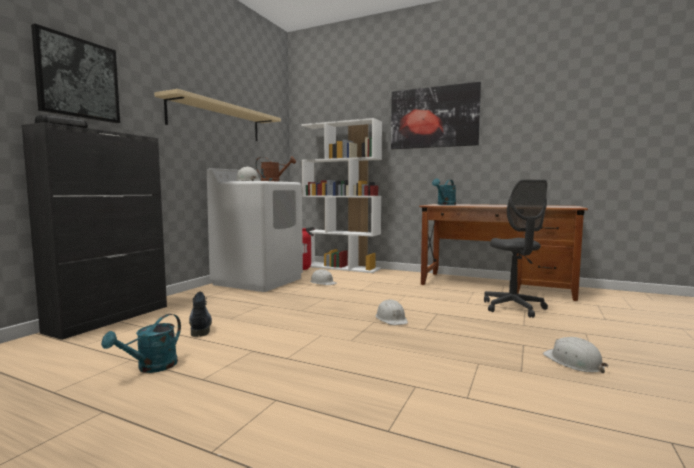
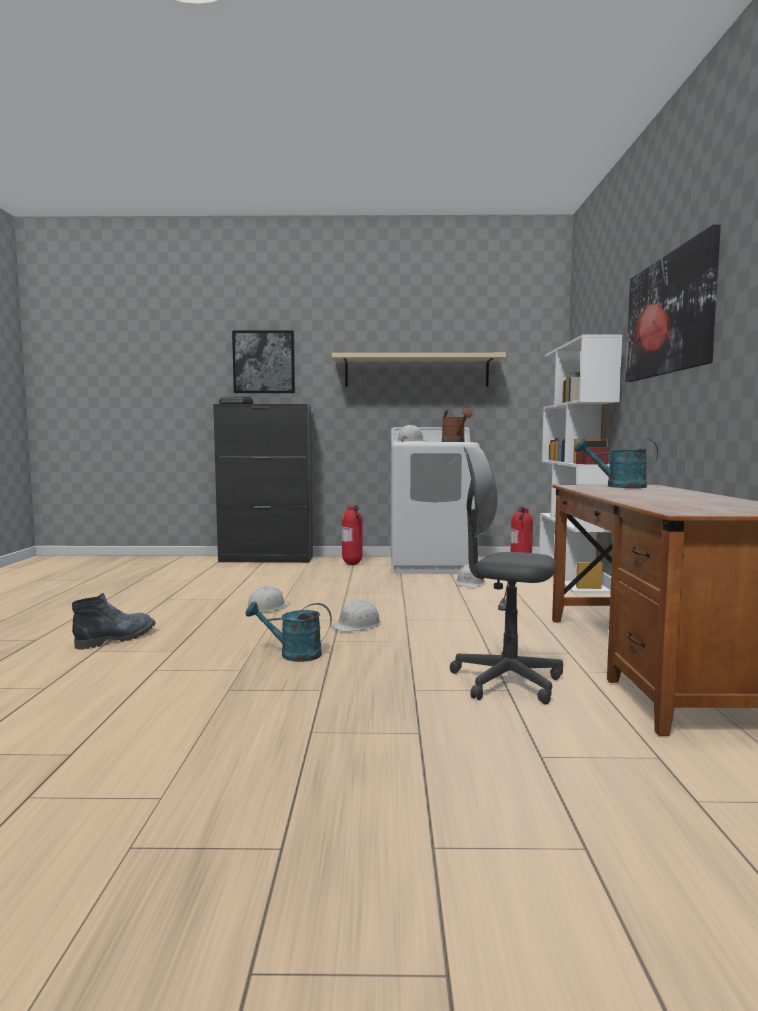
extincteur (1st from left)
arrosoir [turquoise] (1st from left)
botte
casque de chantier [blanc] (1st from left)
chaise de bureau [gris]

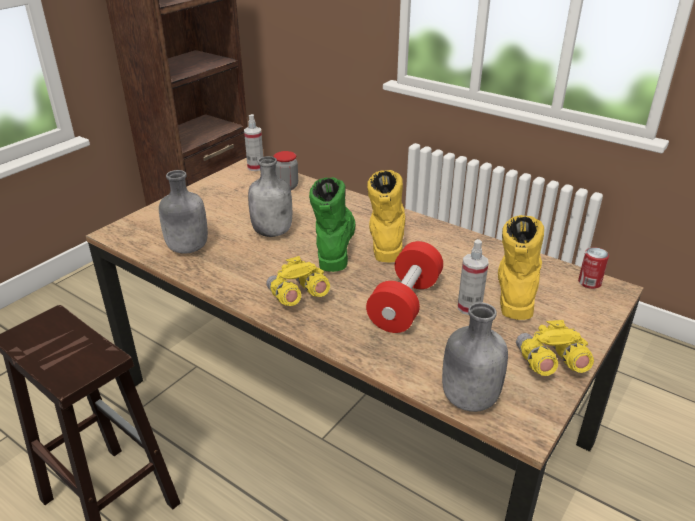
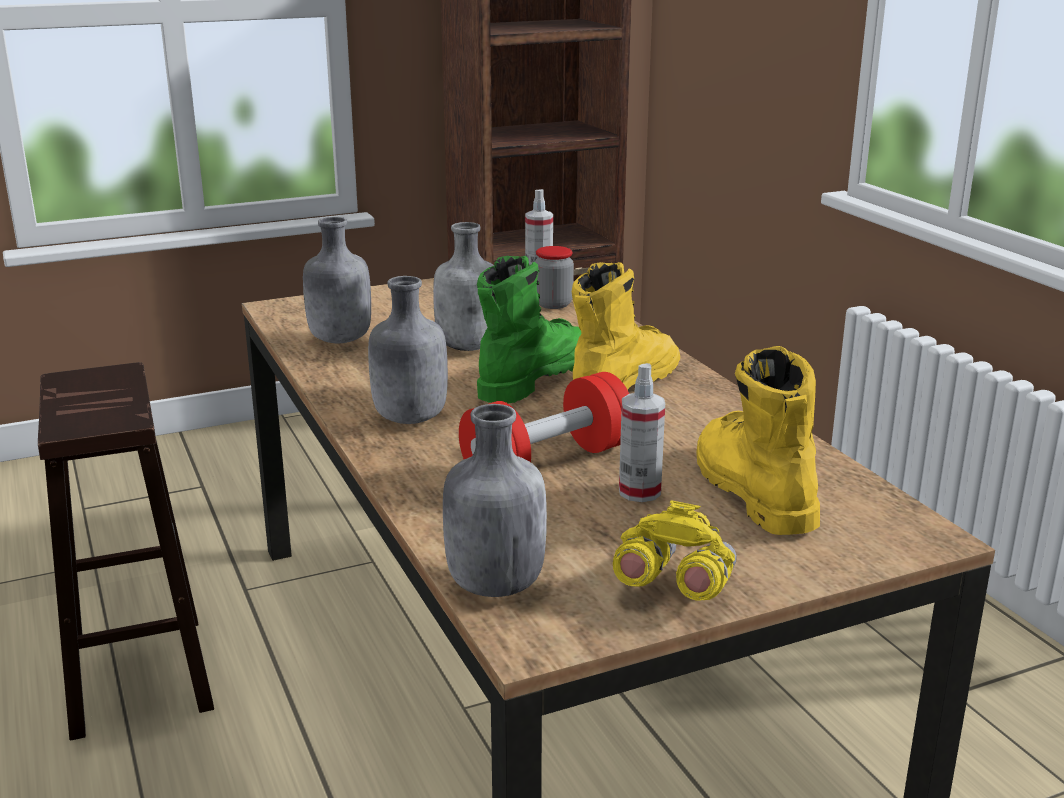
boîte métallique
bouteille [gris] (2nd from left)
botte [jaune] (2nd from left)

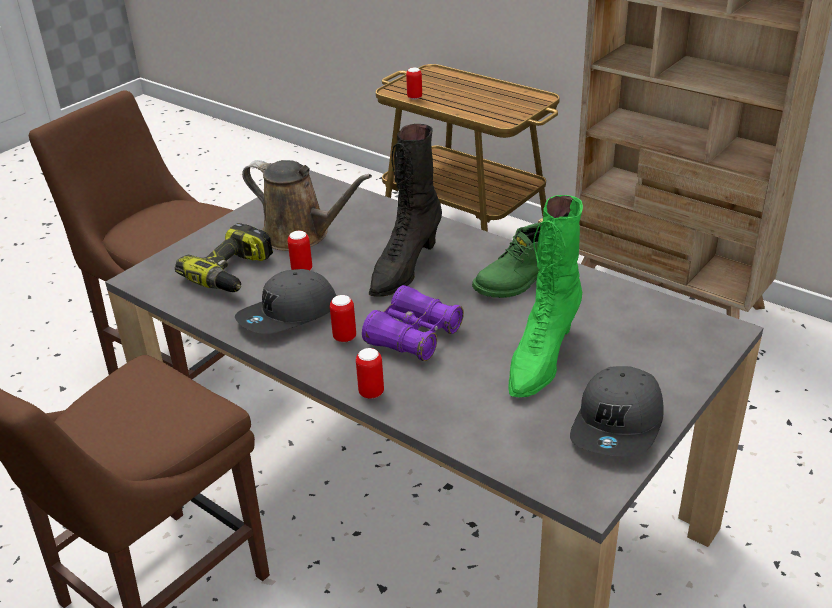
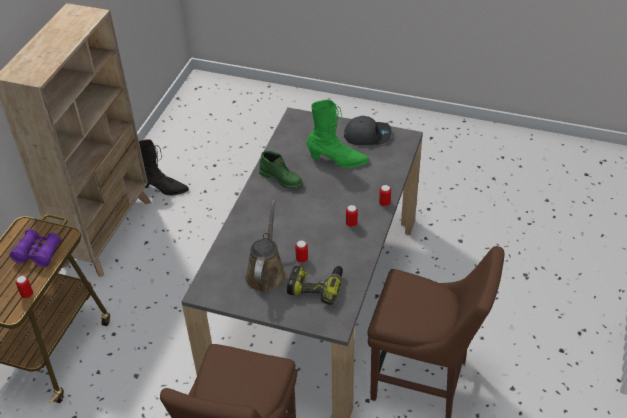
casquette [gris] (1st from left in the first image)
jumelles [violet]
botte [noir]

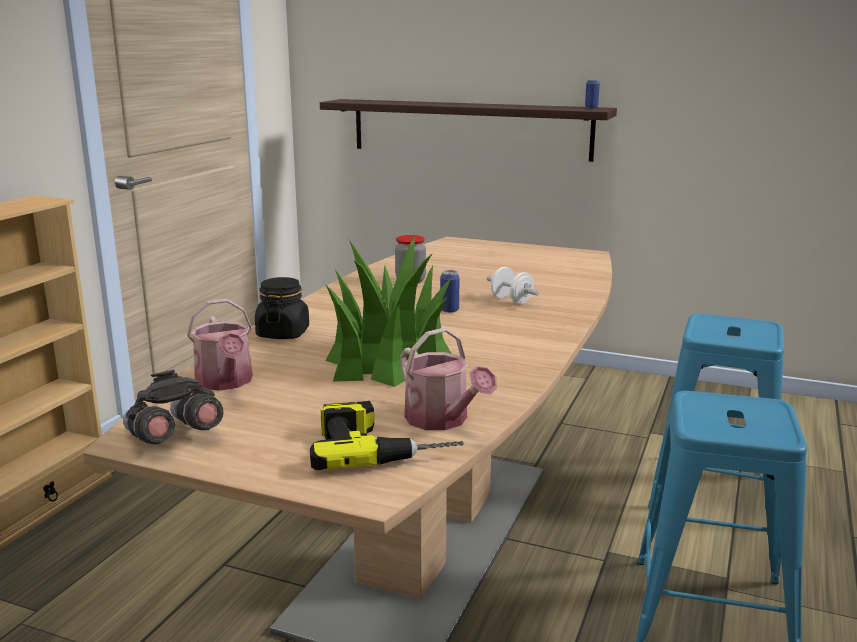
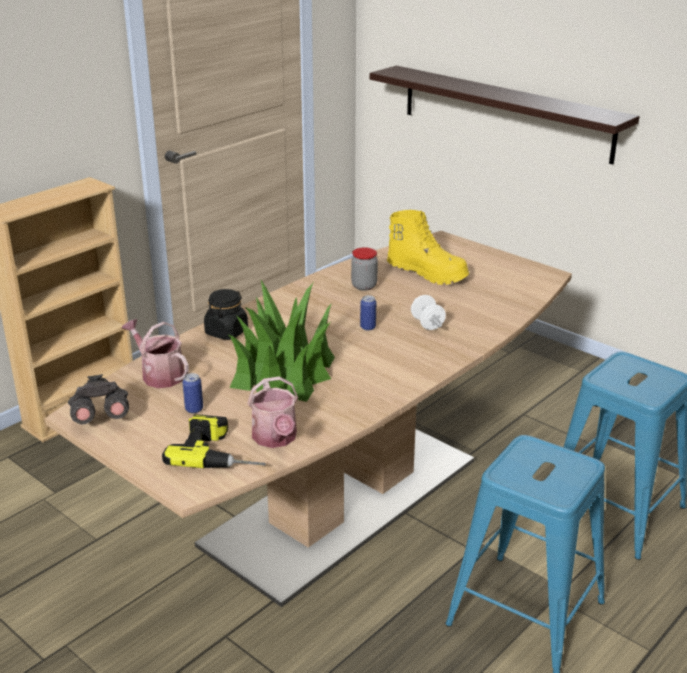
botte [jaune]
boîte métallique (1st from left)
arrosoir (1st from left)

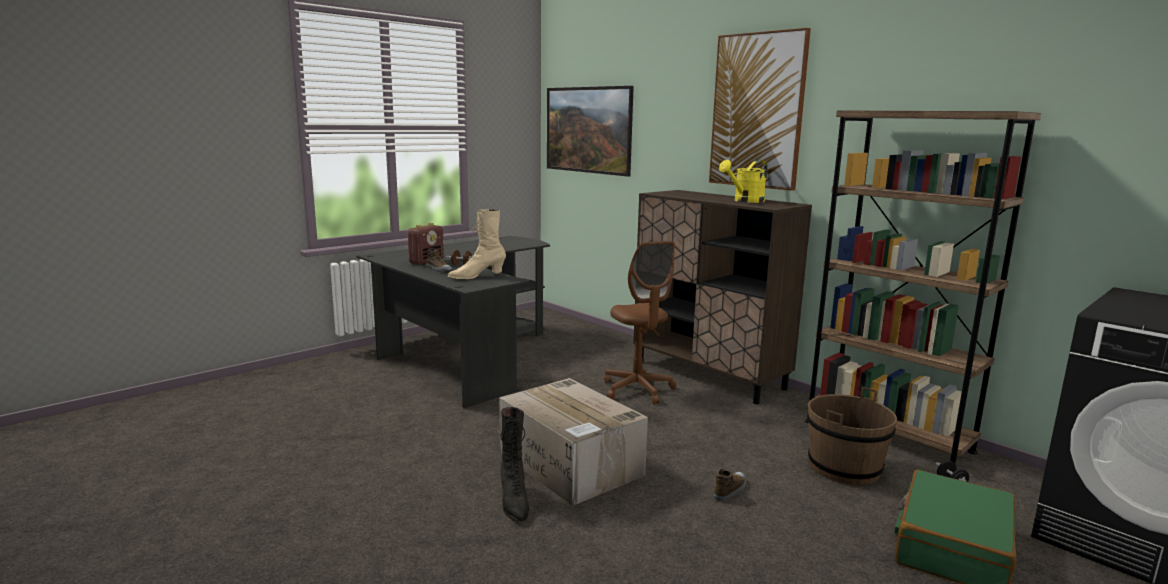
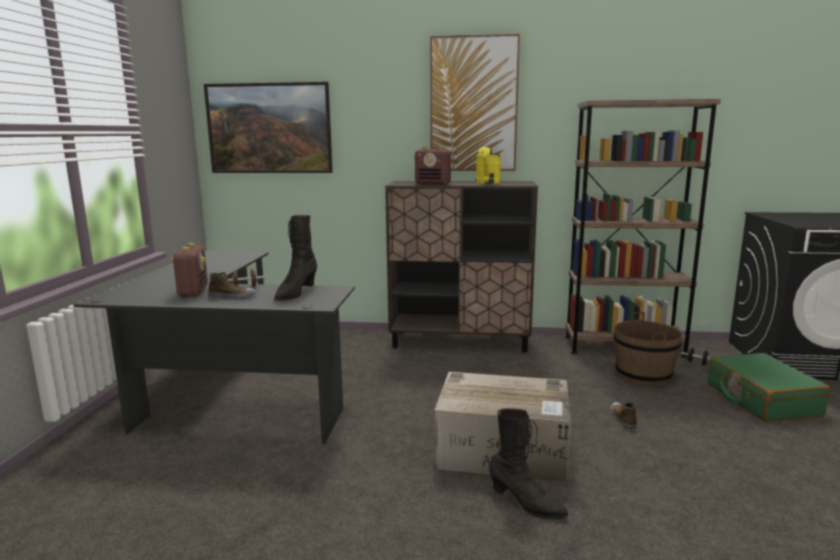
chaise de bureau [marron]
radio (2nd from left)
botte [noir] (1st from left)

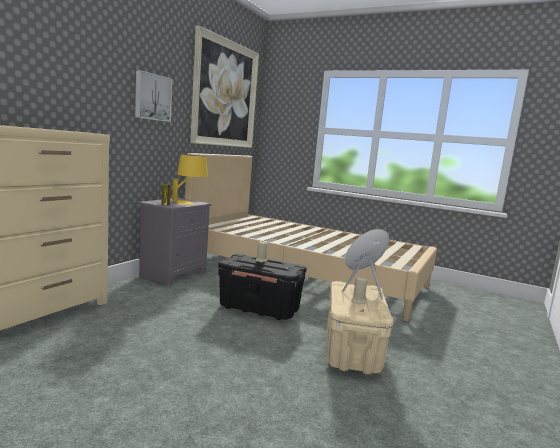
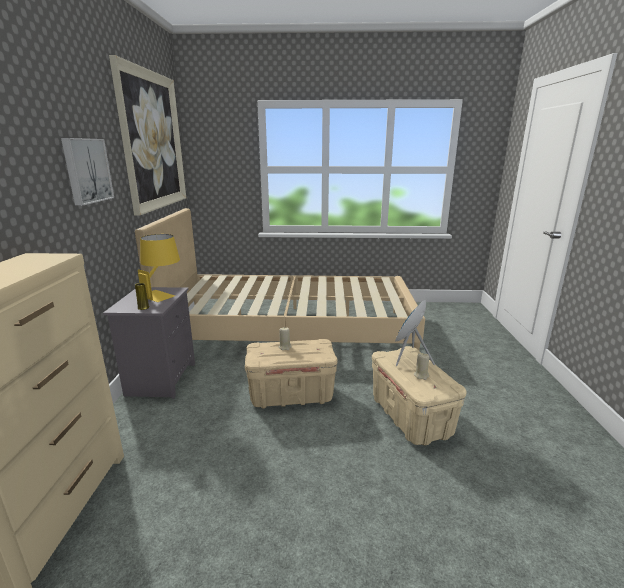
boîte de rangement [beige] (1st from left)

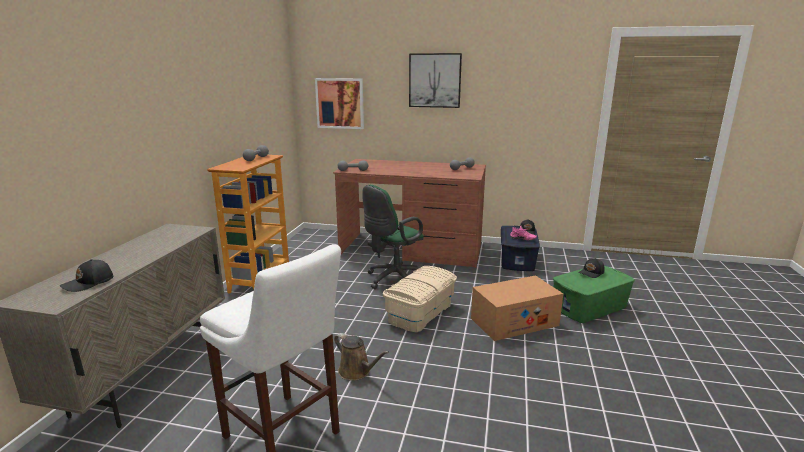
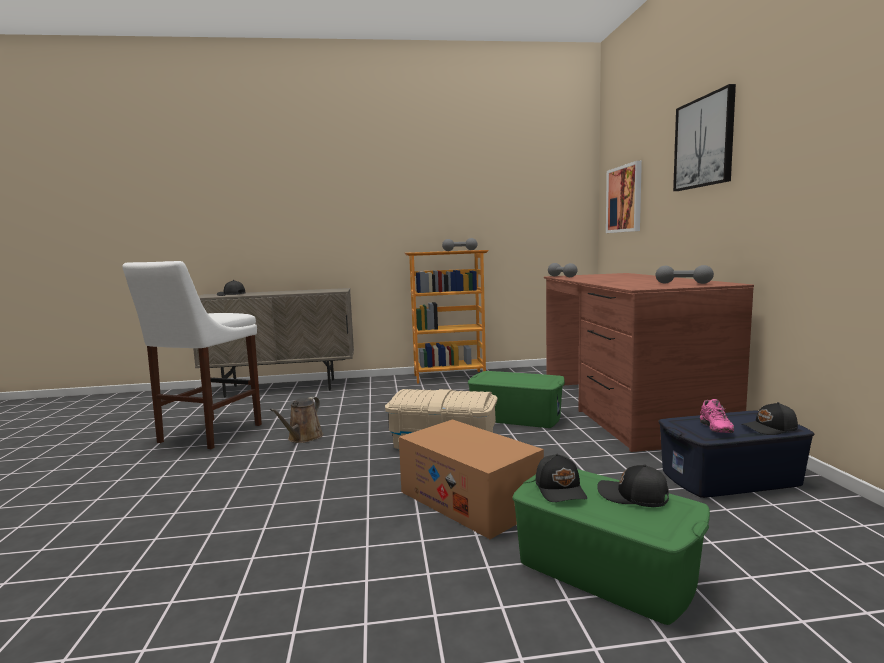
casquette [noir] (2nd from left)
boîte de rangement [vert] (1st from left)

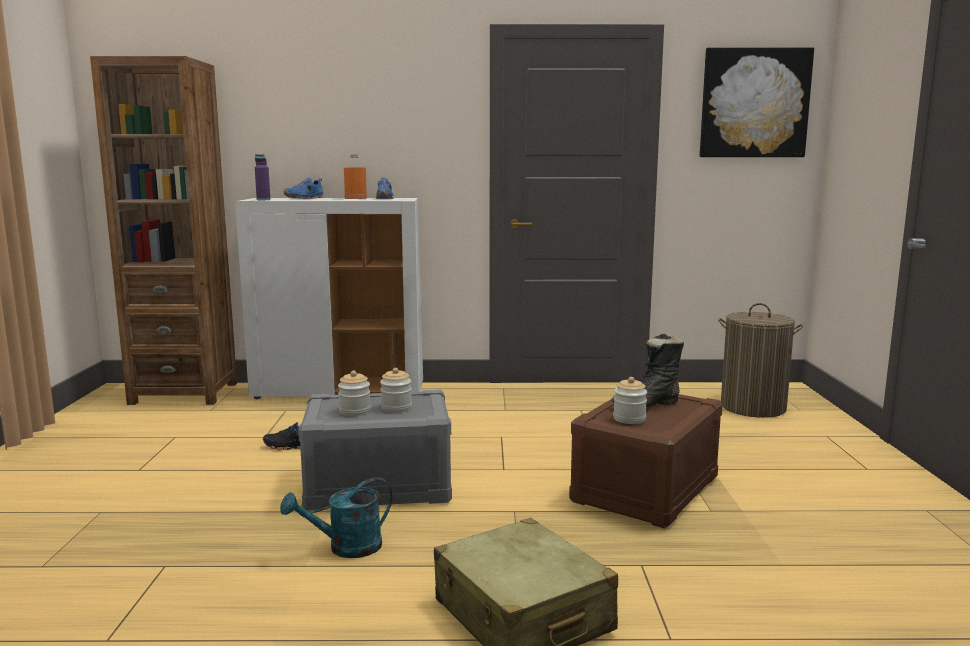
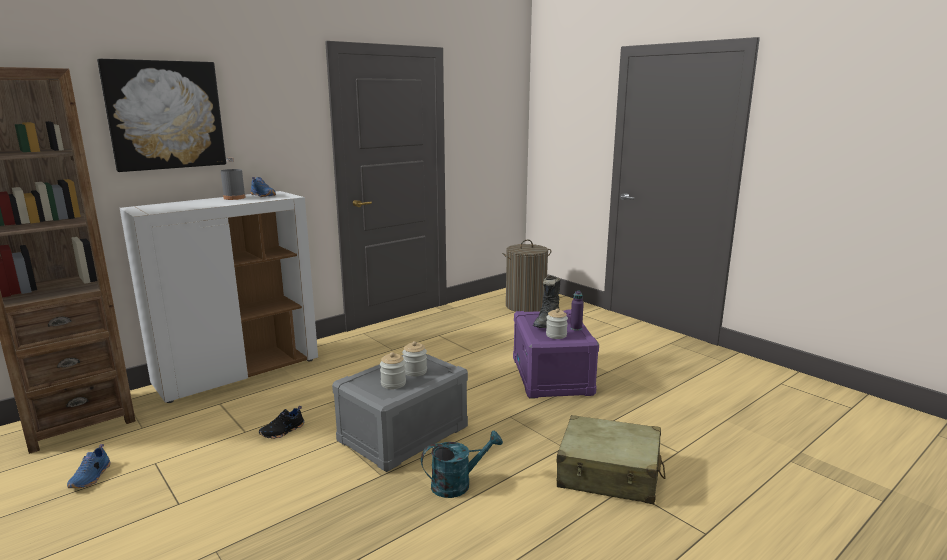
bouteille [violet]
chaussure [bleu] (1st from left)
tableau
bouteille [gris]
boîte de rangement [violet]
arrosoir [turquoise]

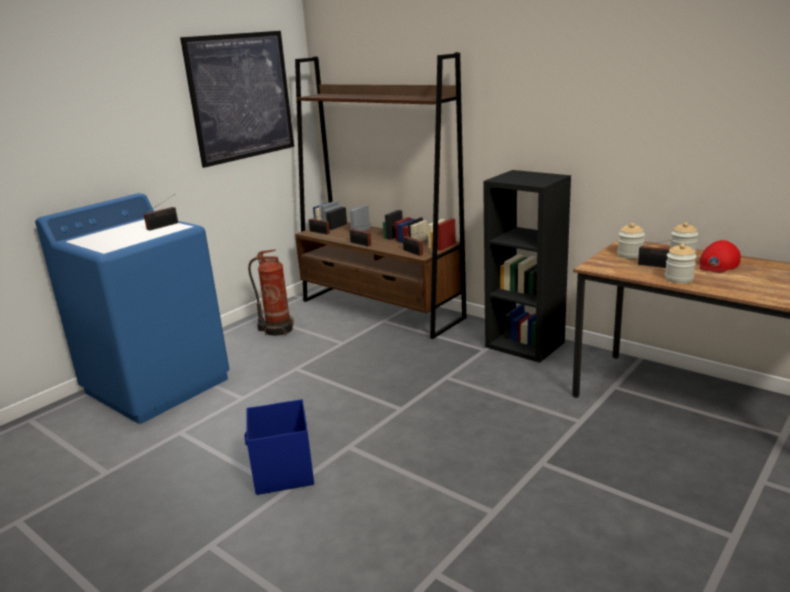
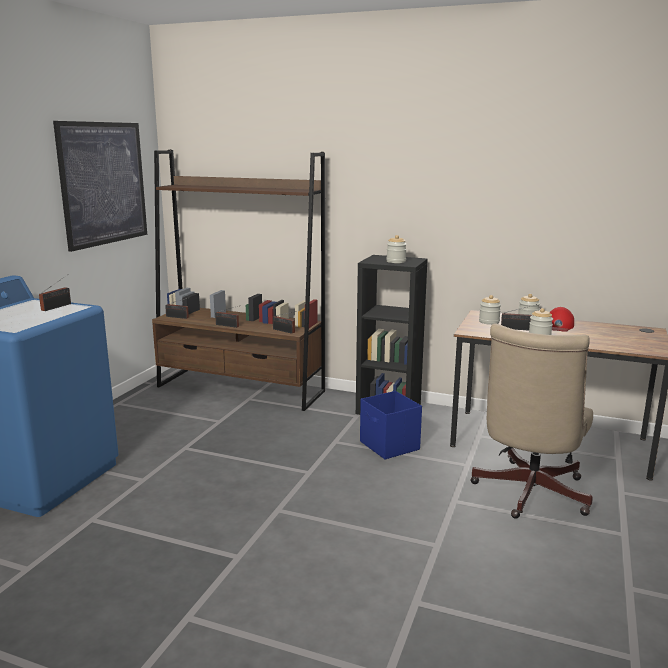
extincteur
bocal (1st from left)
chaise de bureau [beige]
boîte de rangement [bleu]

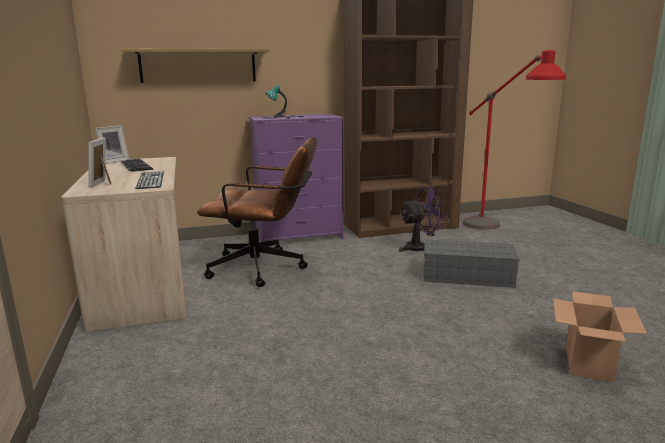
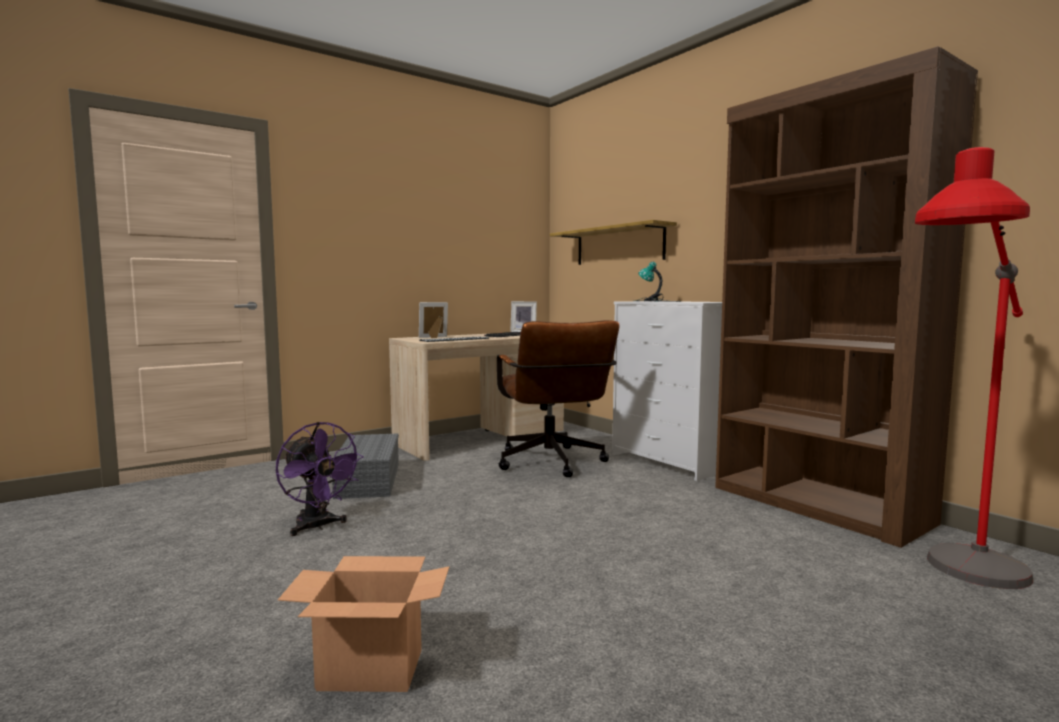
ventilateur [violet]
boîte de rangement [gris]
commode [blanc]

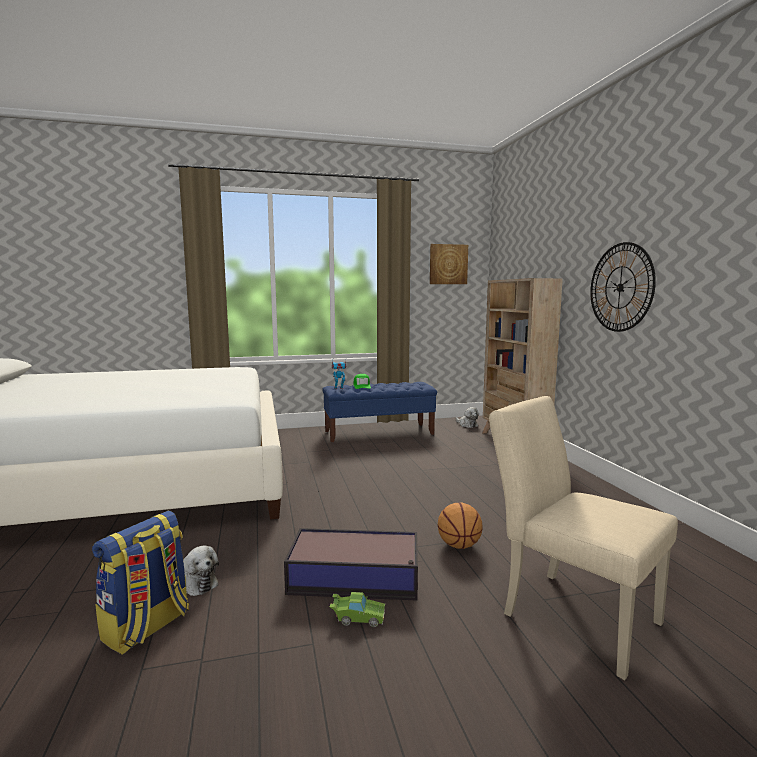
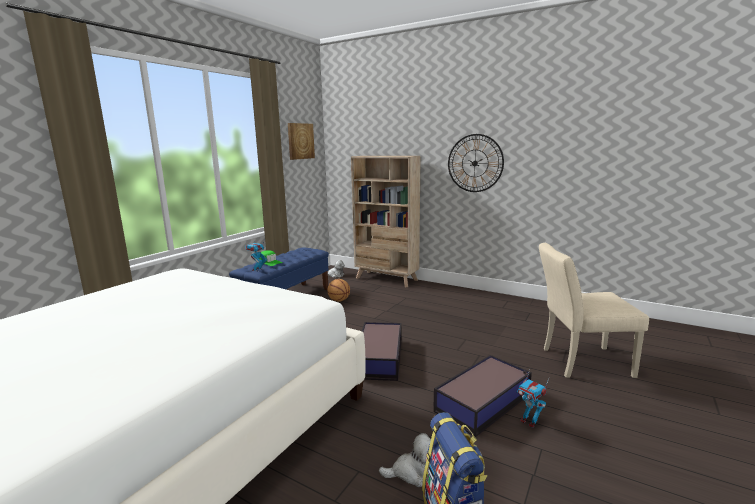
boîte de rangement (1st from left)
ballon de basket
robot jouet (2nd from left)

